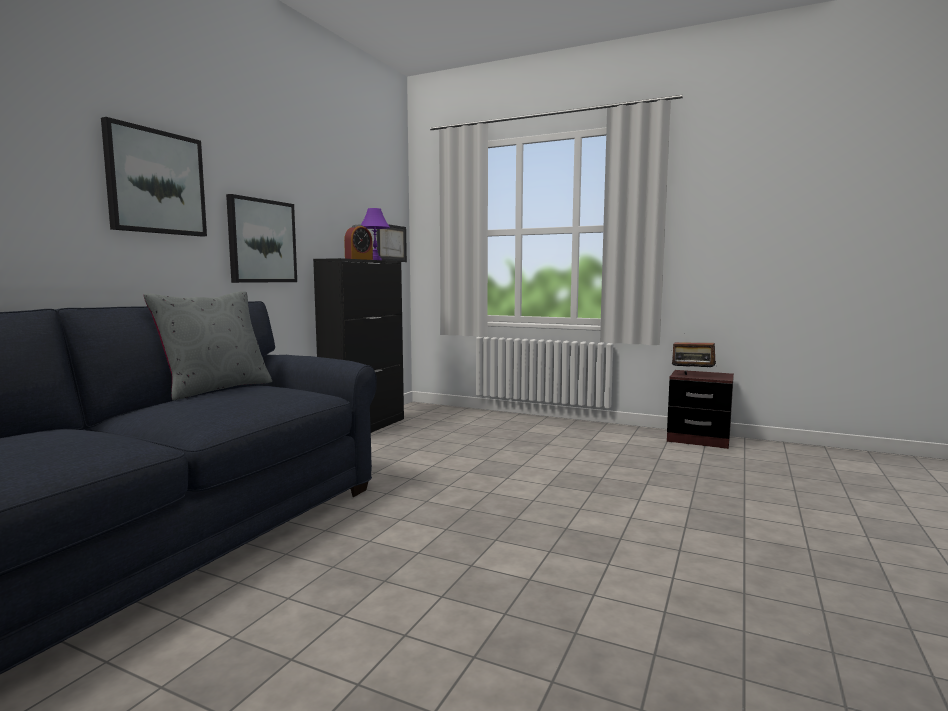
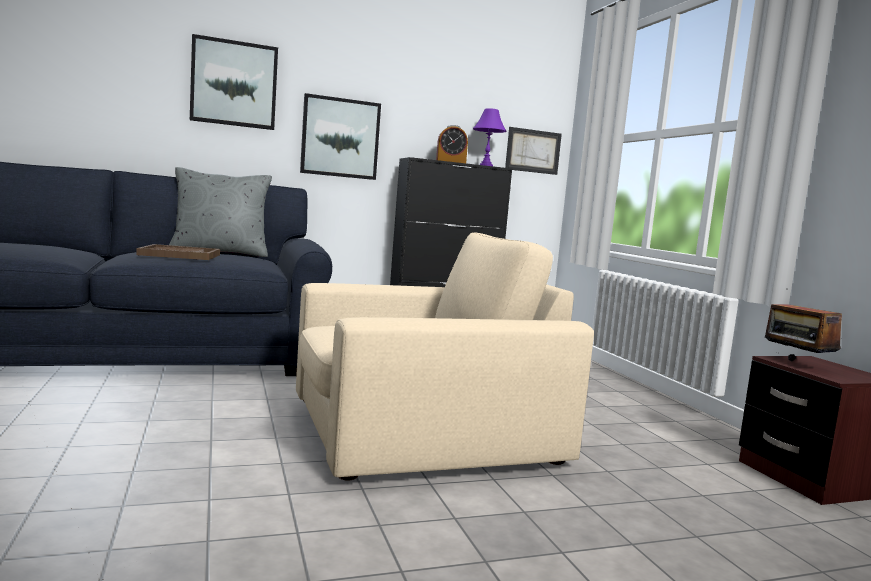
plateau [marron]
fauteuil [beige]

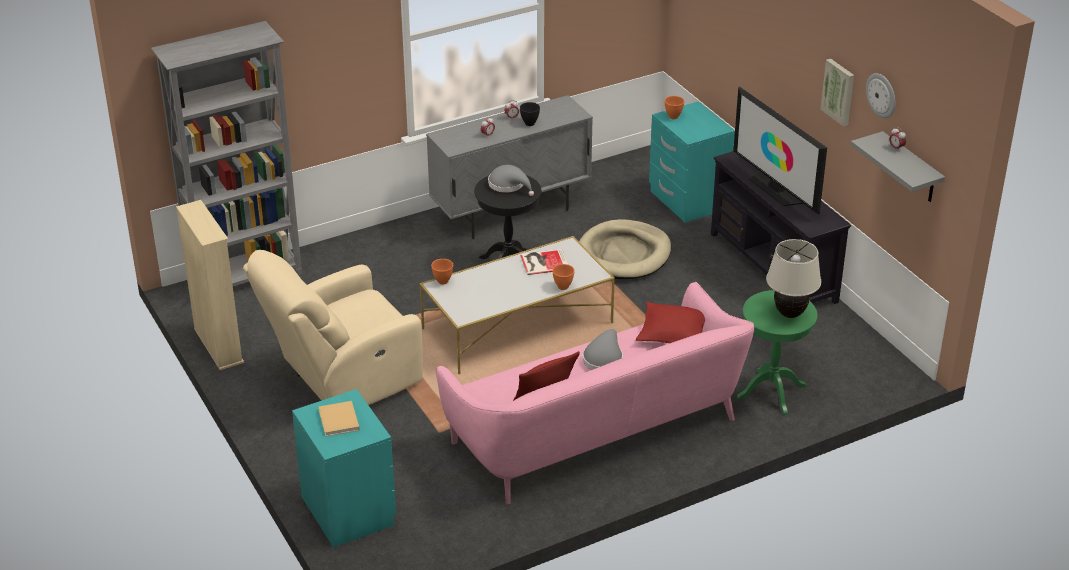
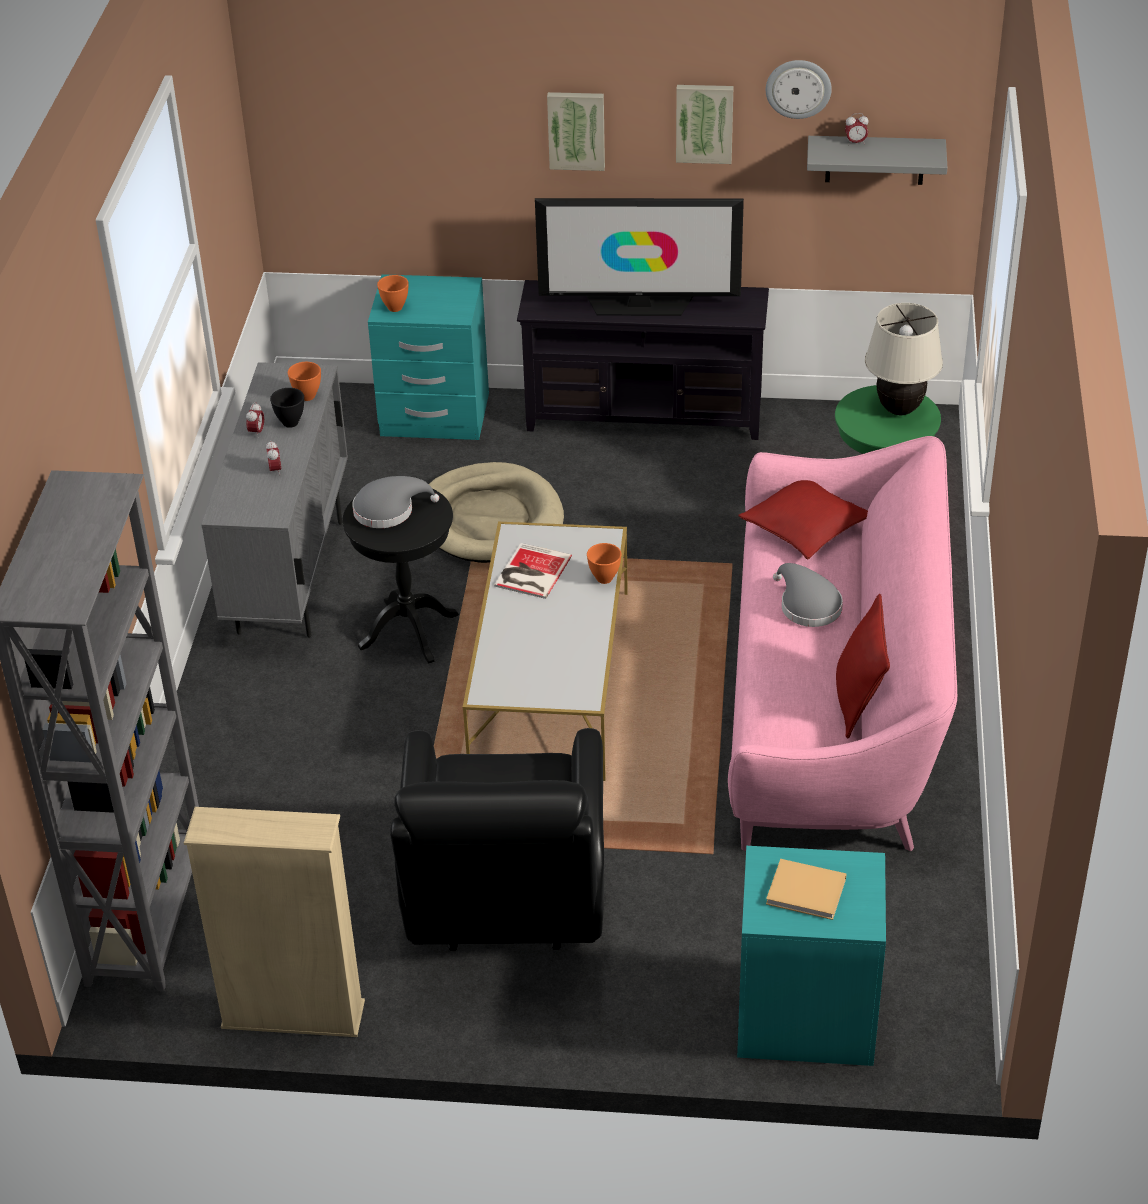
tableau (1st from left)
bol [orange] (1st from left)
fauteuil [noir]

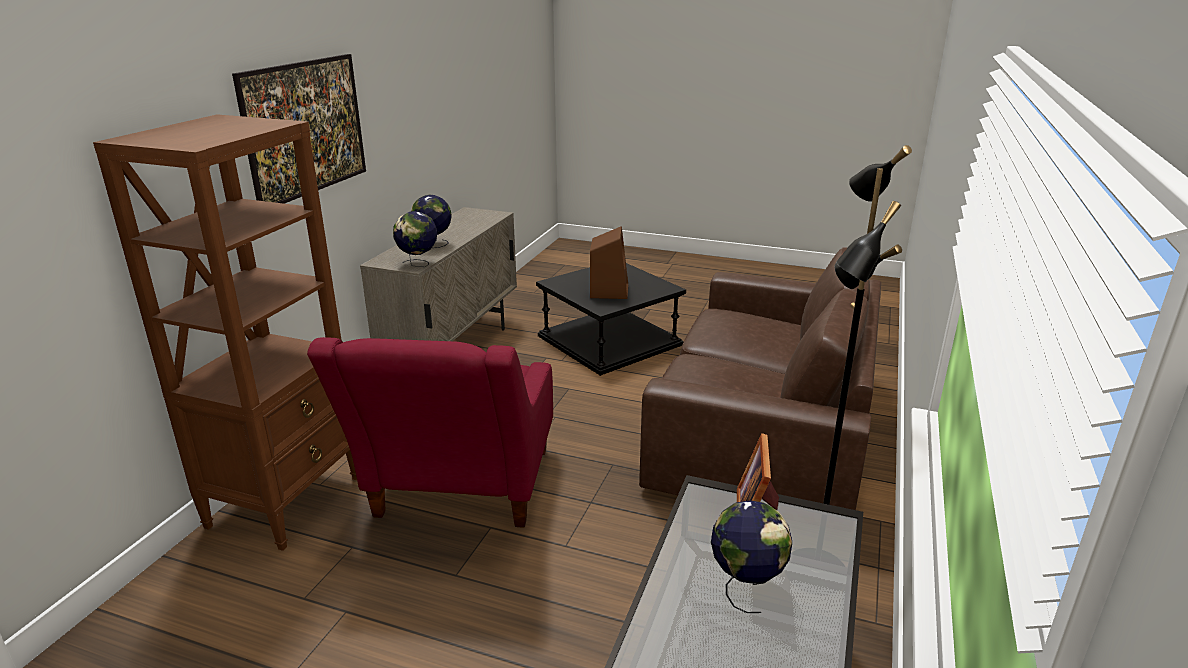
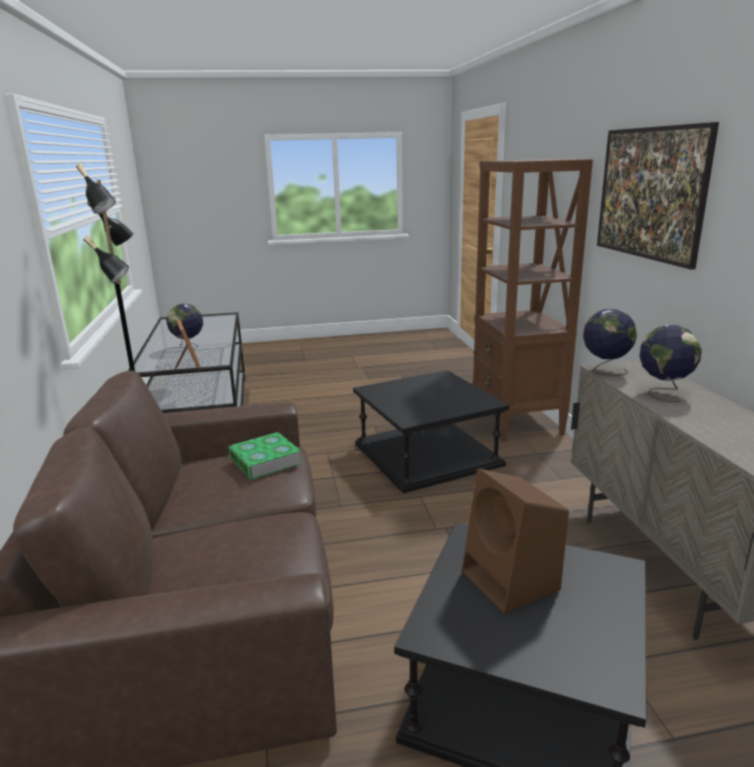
livre
table d'appoint [noir] (1st from left)

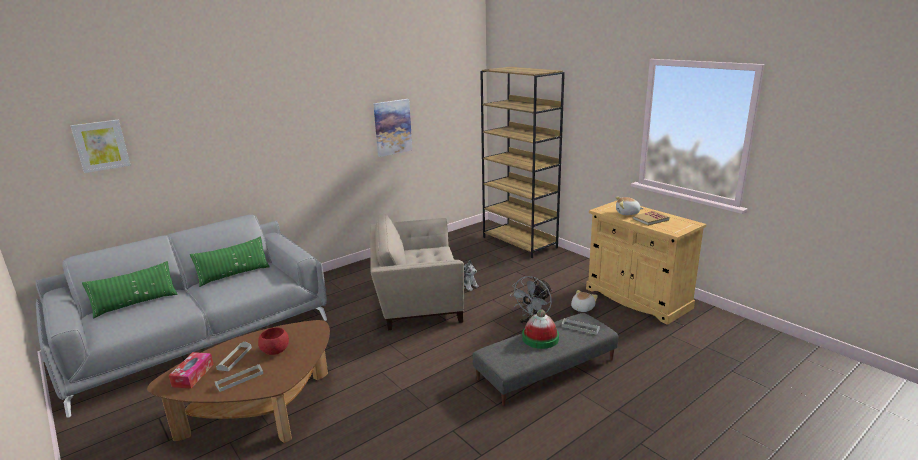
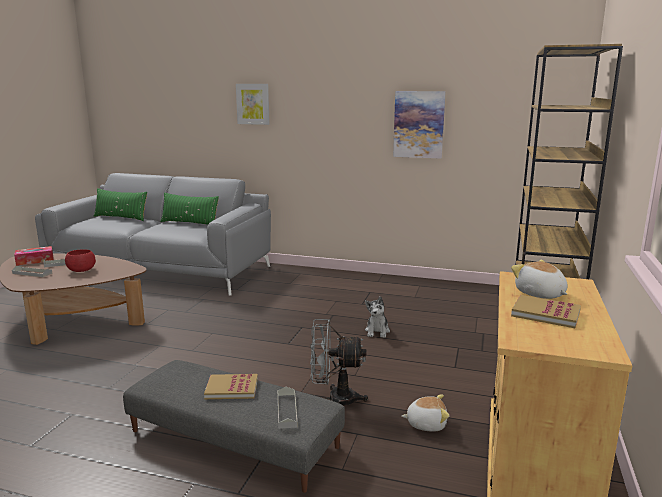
fauteuil [beige]
tableau (1st from left)
livre (1st from left)

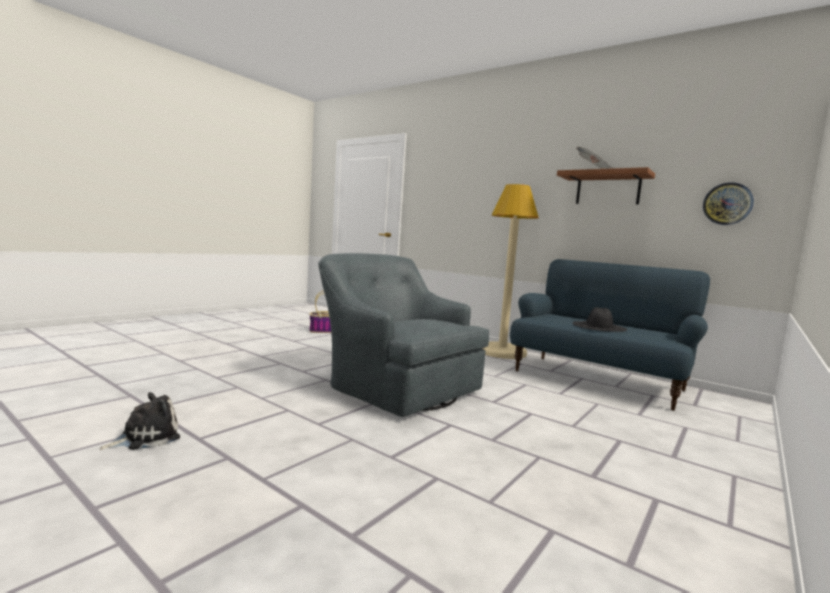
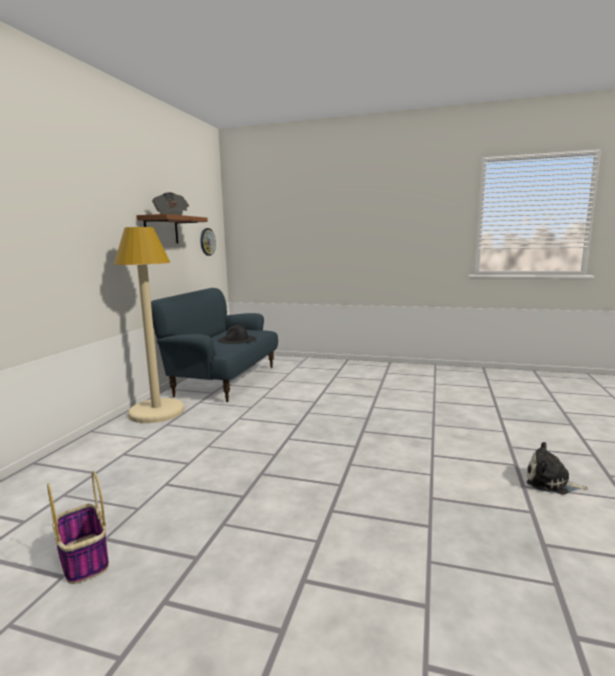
fauteuil [gris]

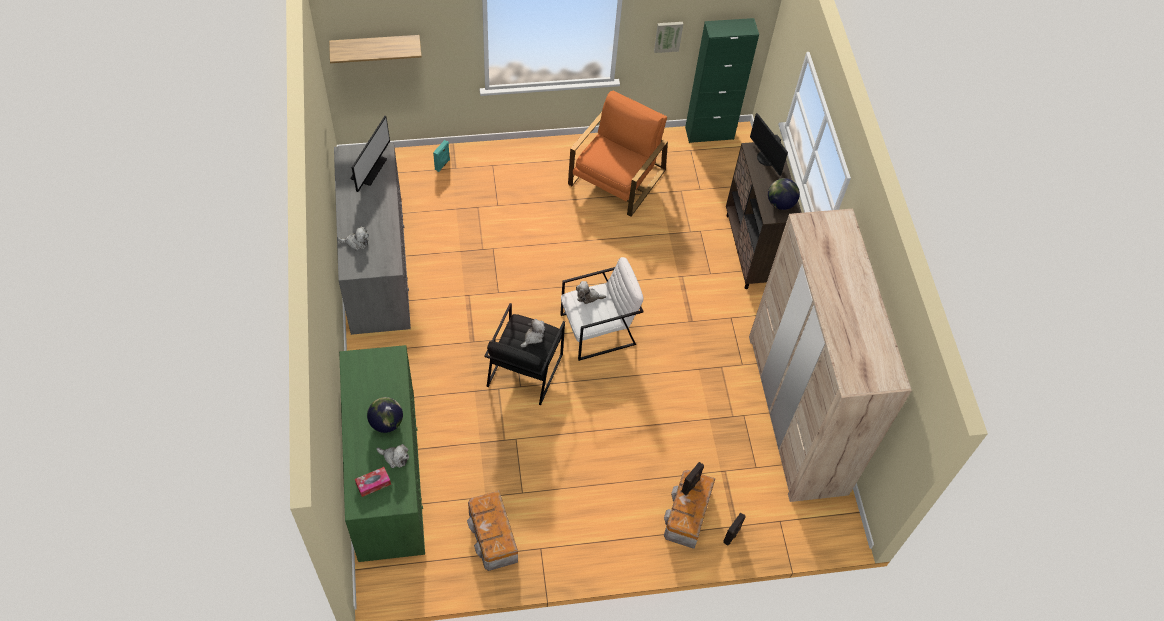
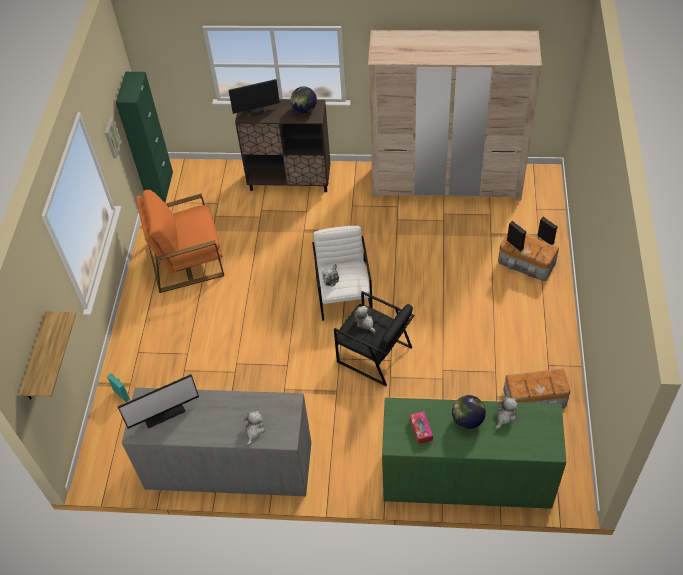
boîte à mouchoirs
écran d'ordinateur (1st from left)
fauteuil [orange]

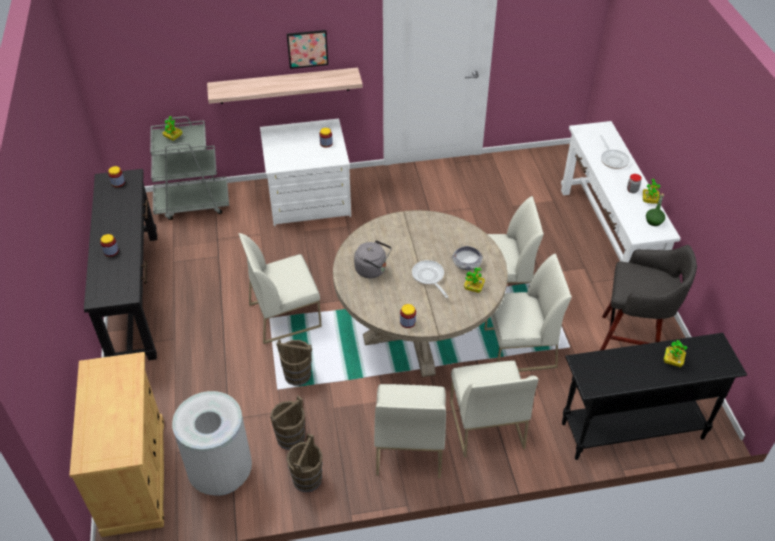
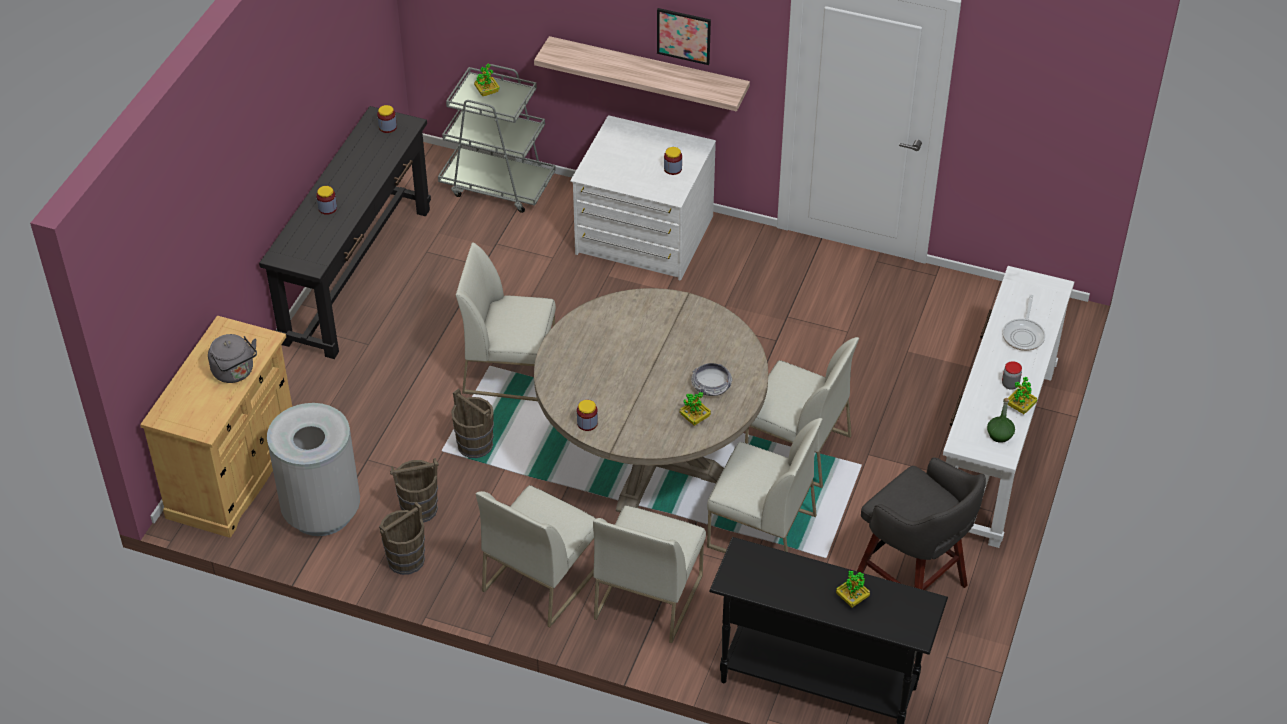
poêle (1st from left in the first image)
bouilloire [gris]

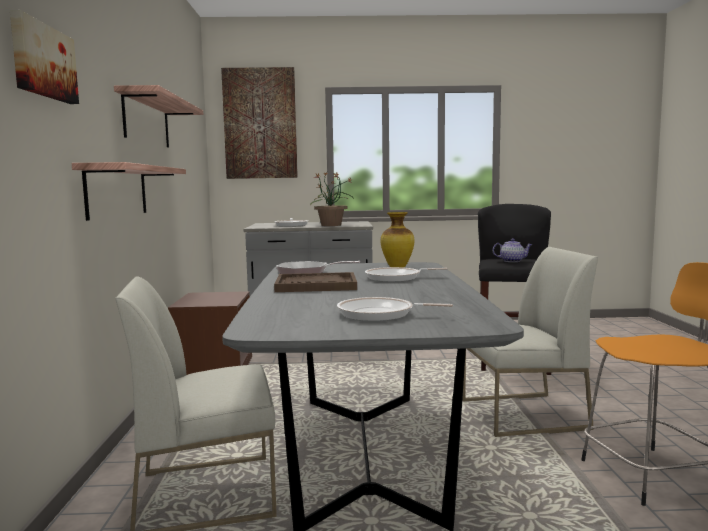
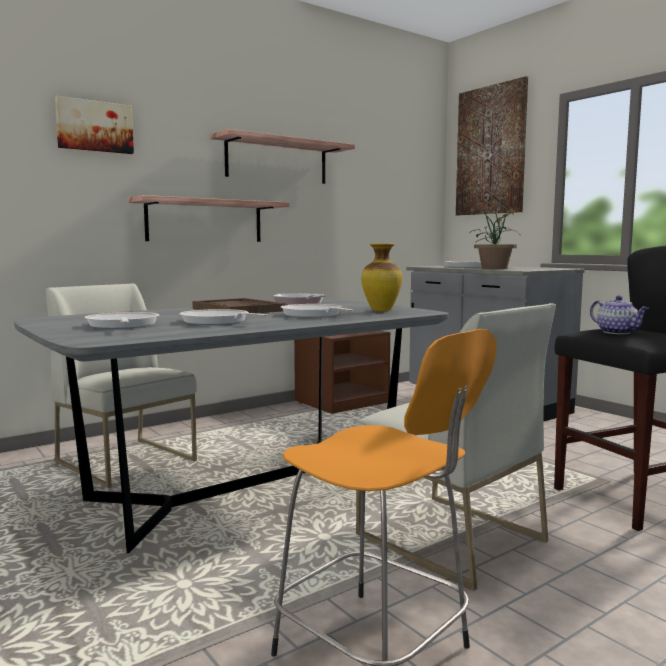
poêle (2nd from left)

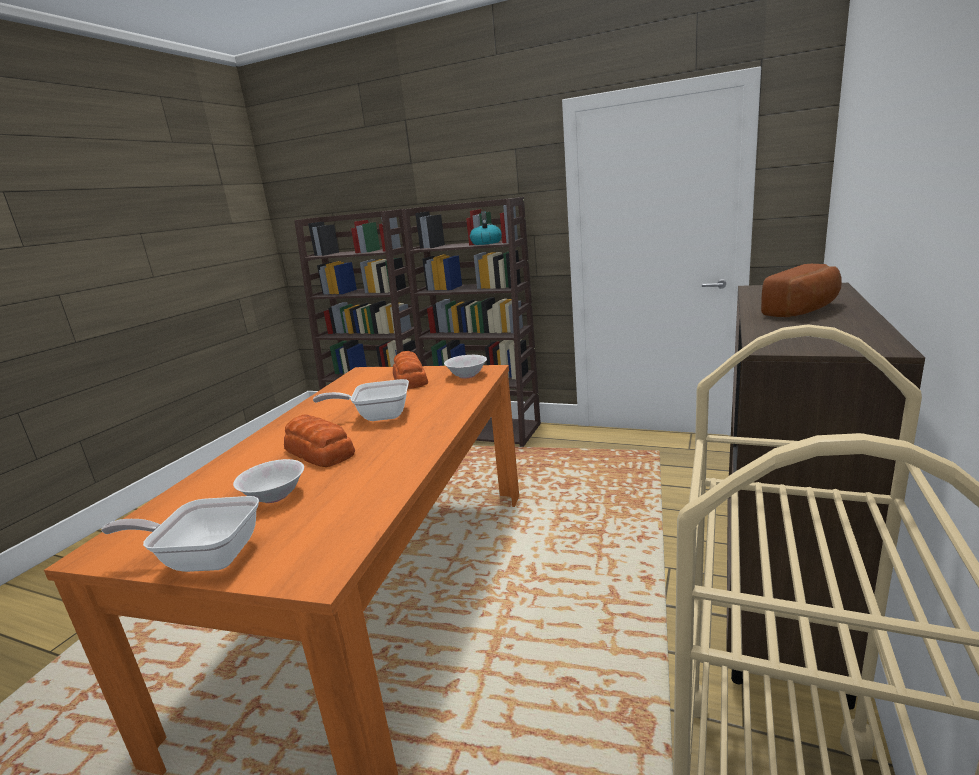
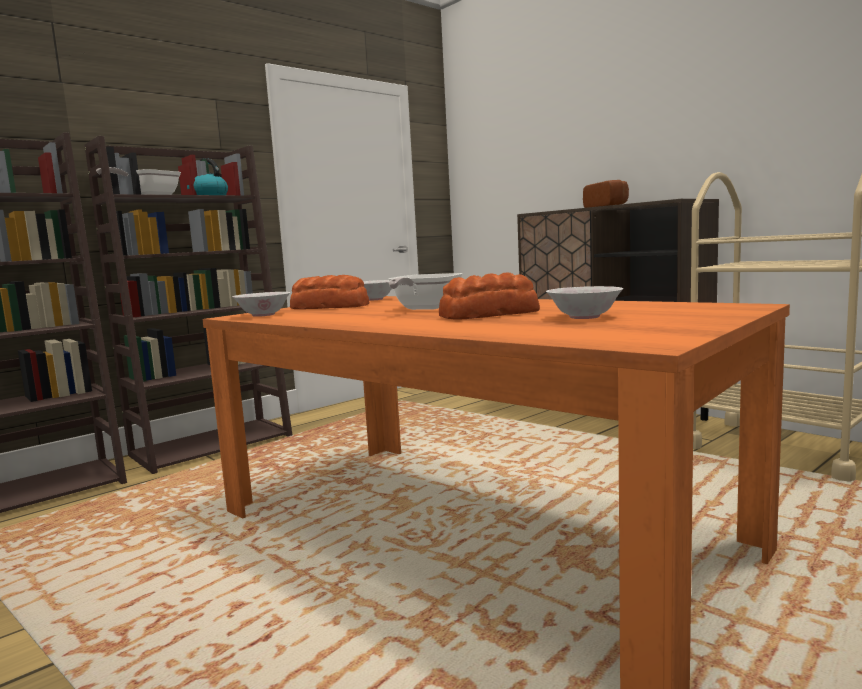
bol [blanc] (1st from left)
poêle (1st from left)

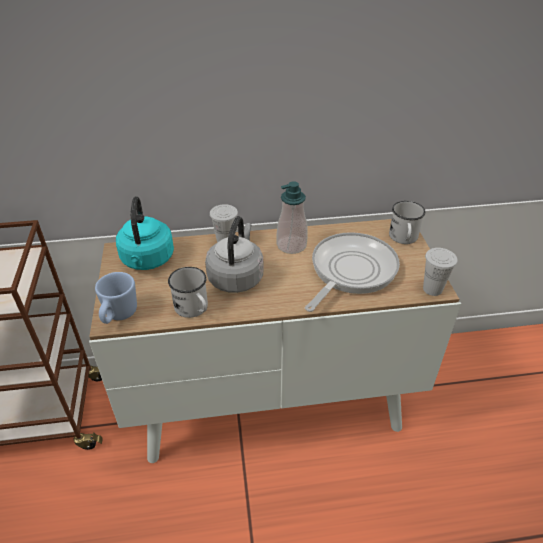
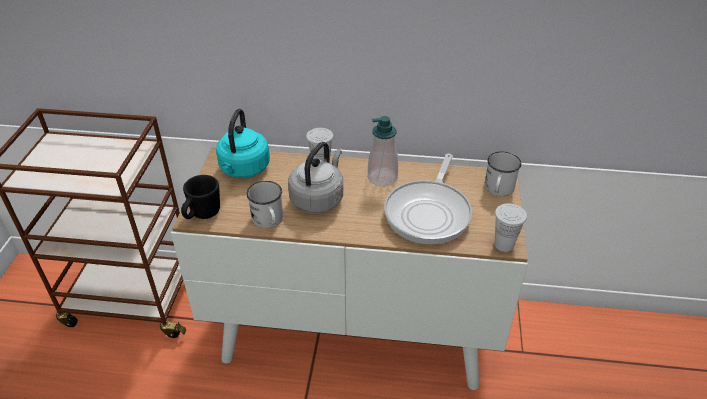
mug [noir]
poêle

